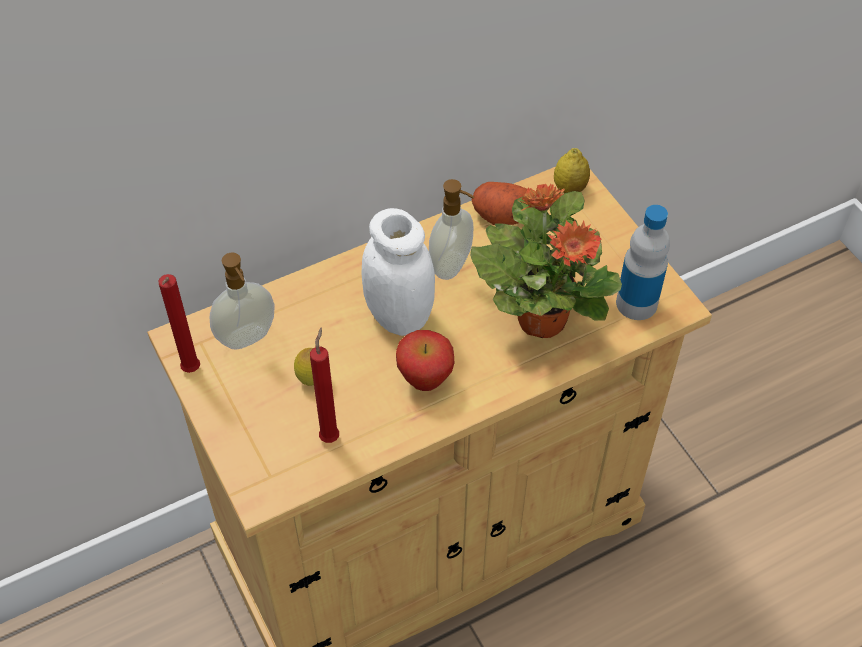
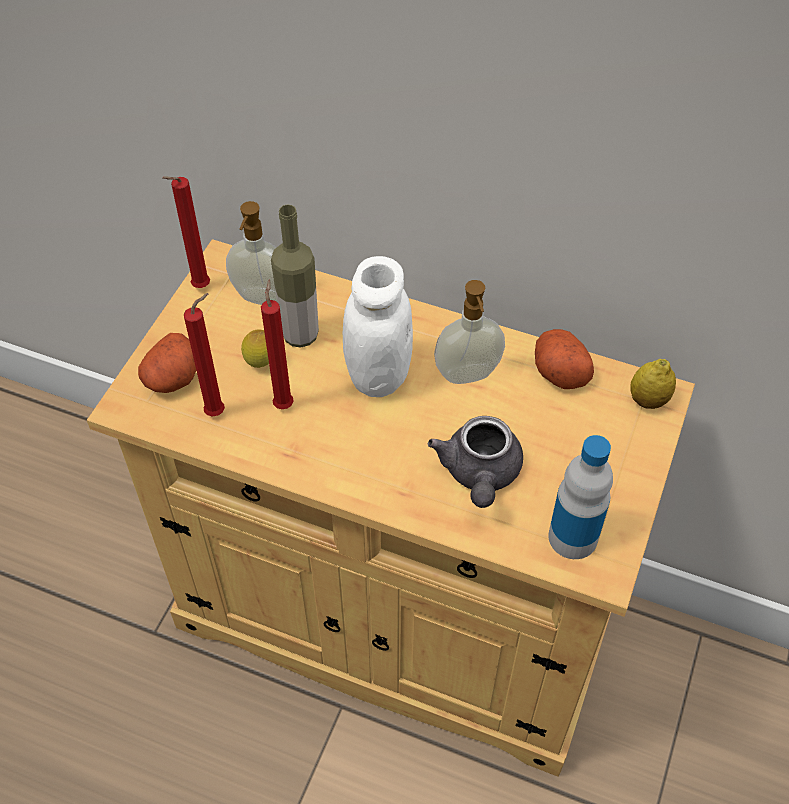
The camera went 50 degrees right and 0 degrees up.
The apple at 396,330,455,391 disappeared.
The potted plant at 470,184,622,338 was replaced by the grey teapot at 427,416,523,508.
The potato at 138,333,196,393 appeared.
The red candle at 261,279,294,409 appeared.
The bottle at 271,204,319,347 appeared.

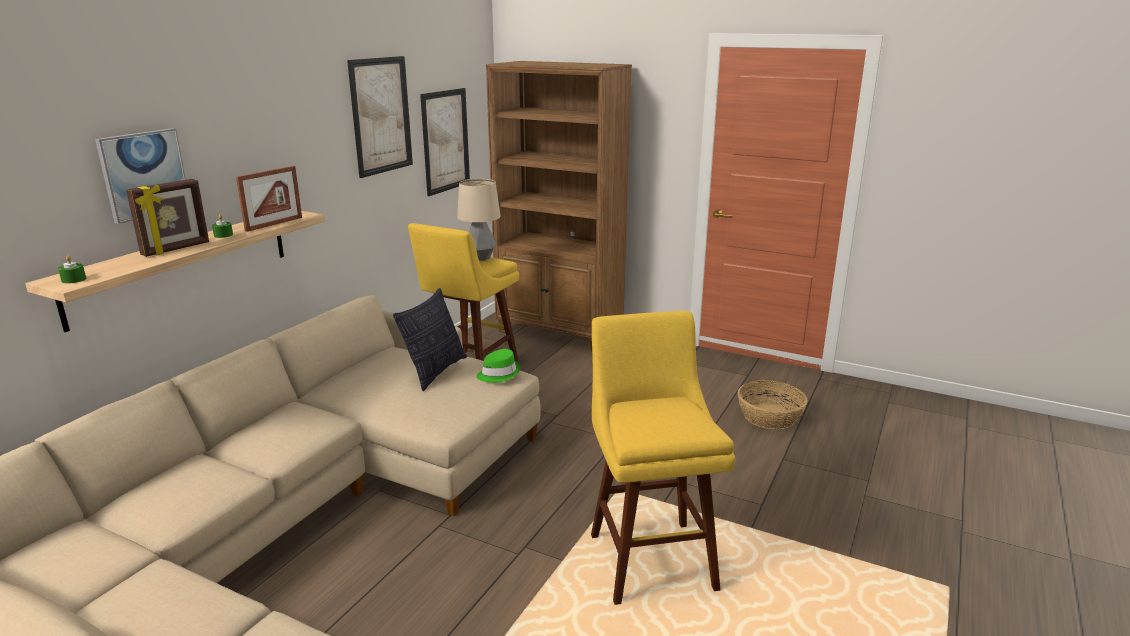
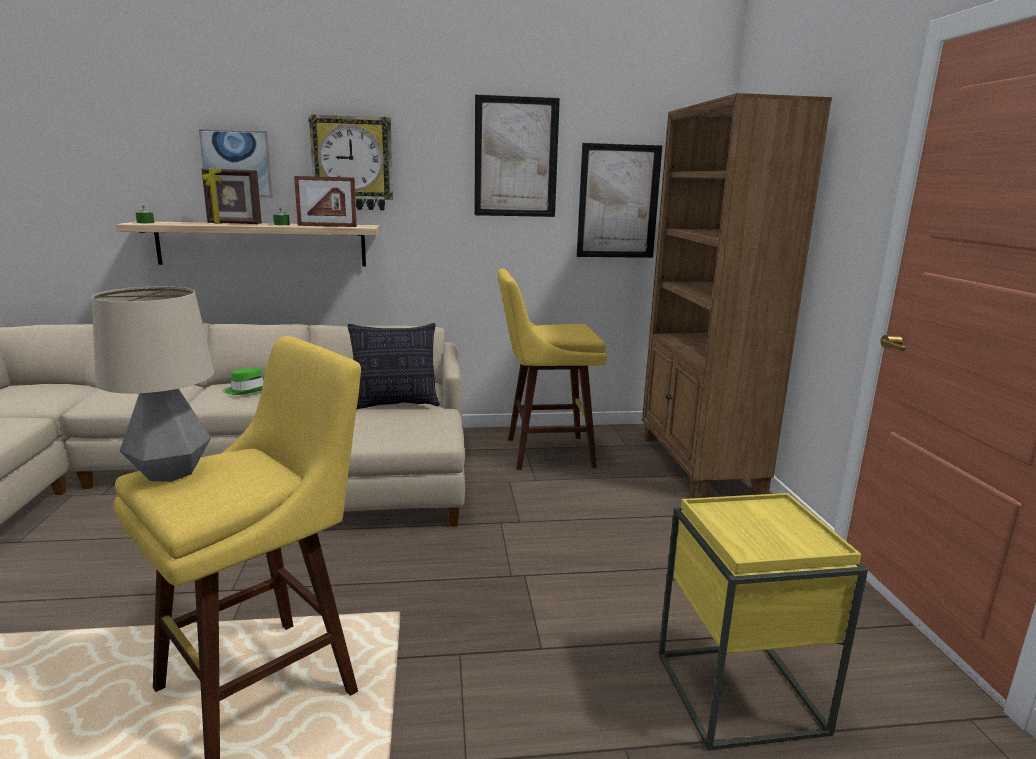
The camera went 55 degrees right and 5 degrees down.
The table lamp moved from 457,179,501,261 to 92,286,214,482.
The green hat moved from 476,349,520,383 to 225,368,264,395.
The basket at 737,380,808,430 was replaced by the yellow side table at 658,493,868,751.
The wall clock at 308,114,393,210 appeared.

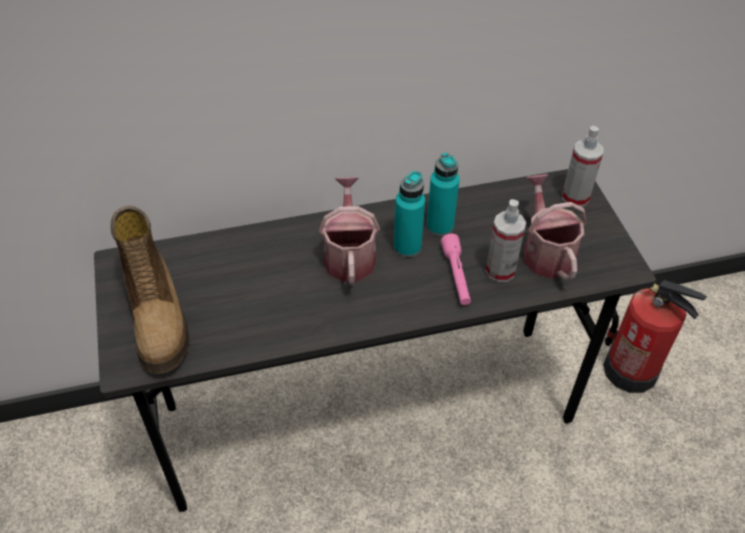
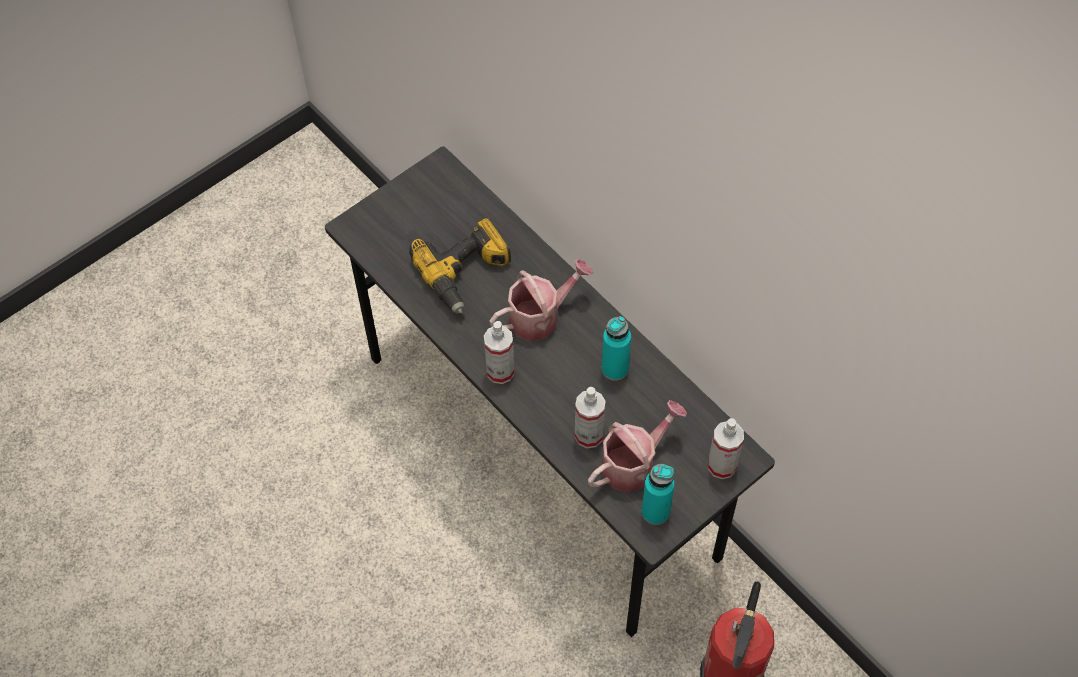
The camera went 65 degrees right and 10 degrees up.
The boot at 111,206,189,374 disappeared.
The turquoise bottle moved from 394,171,425,257 to 641,464,675,525.
The pink flashlight at 441,234,471,305 disappeared.
The power drill at 409,217,511,314 appeared.
The spray bottle at 484,321,515,384 appeared.

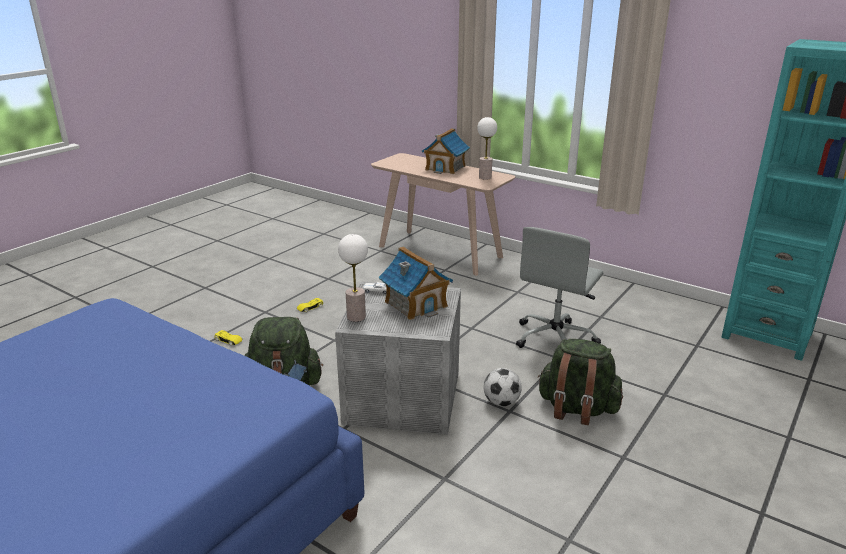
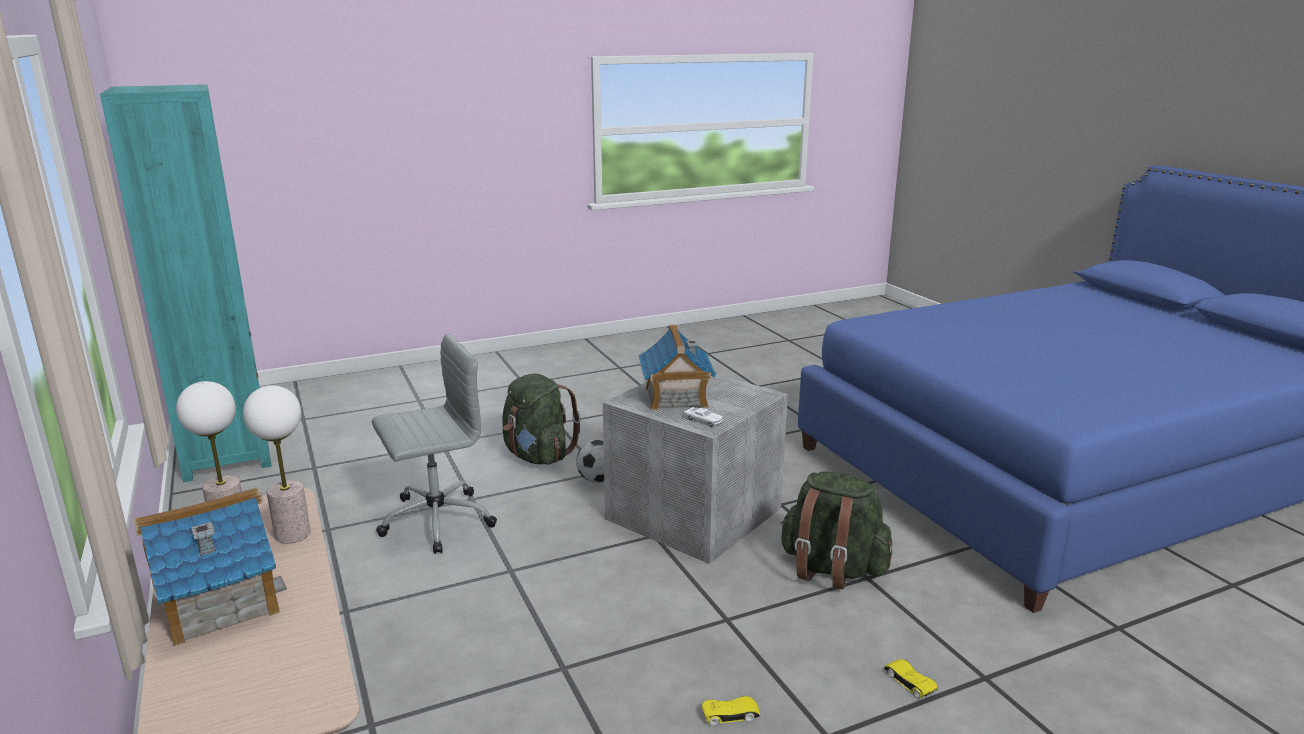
The camera went 150 degrees left and 5 degrees down.
The table lamp moved from 338,234,368,322 to 243,385,311,544.

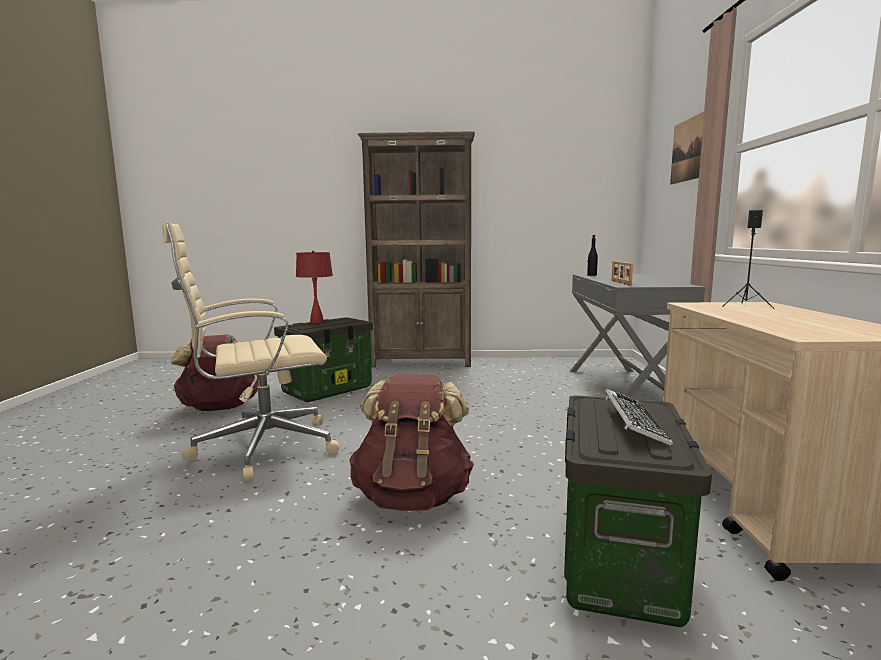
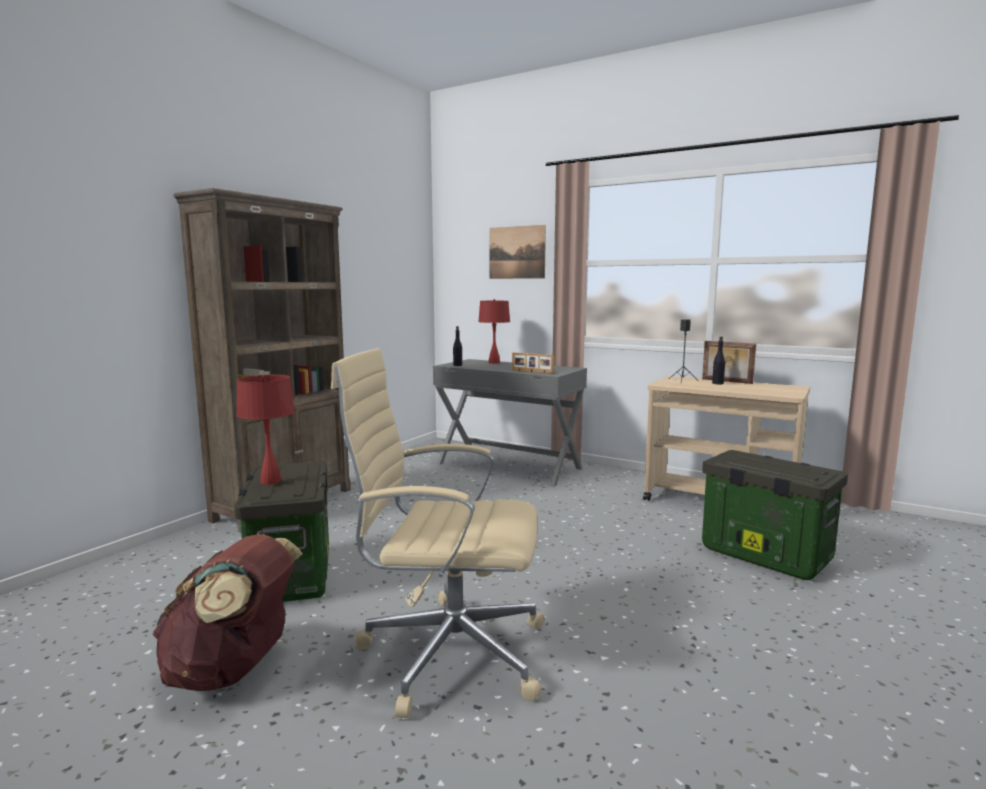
The camera went 60 degrees left and 0 degrees up.
The beige office chair at 162,222,340,482 turned 90 degrees clockwise.
The brown backpack at 349,374,474,511 disappeared.
The keyboard at 605,389,673,446 disappeared.
The red table lamp at 478,299,510,364 appeared.
The picture frame at 702,341,756,384 appeared.
The black bottle at 712,337,725,384 appeared.

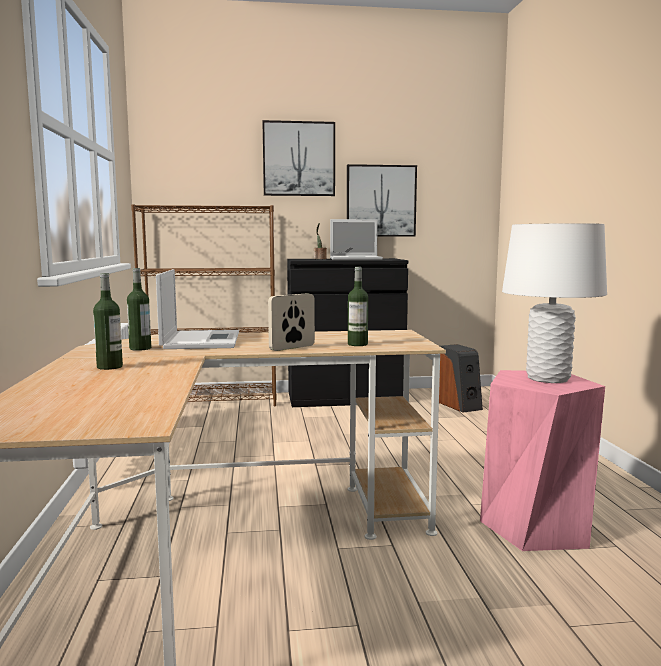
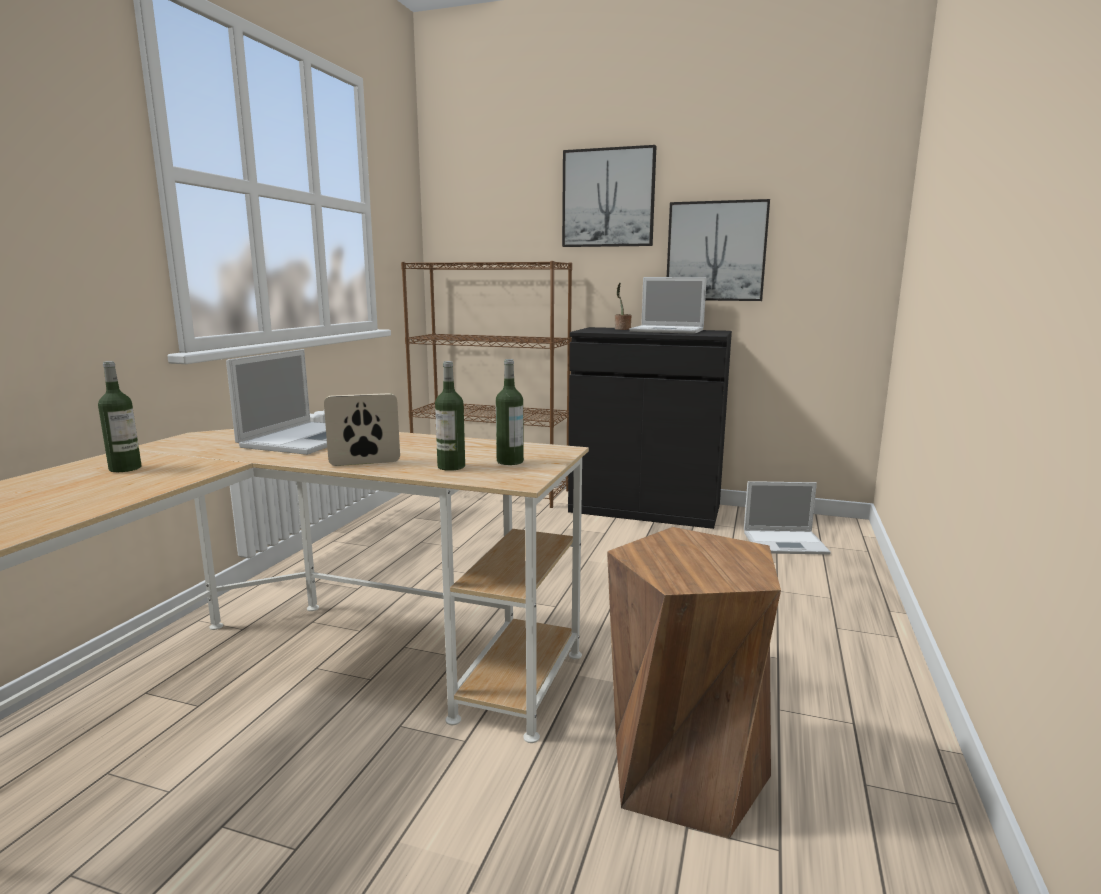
The camera went 25 degrees right and 5 degrees up.
The bottle moved from 127,268,151,351 to 496,359,524,465.
The speaker at 439,344,483,413 was replaced by the laptop at 744,481,831,555.
The pink stool at 480,370,605,551 became the brown stool at 607,527,781,839.
The white table lamp at 502,223,607,383 disappeared.

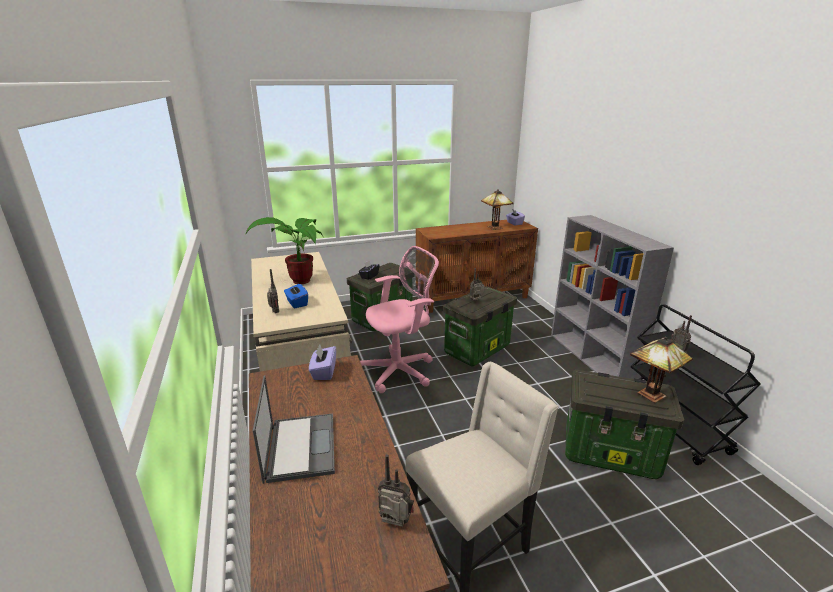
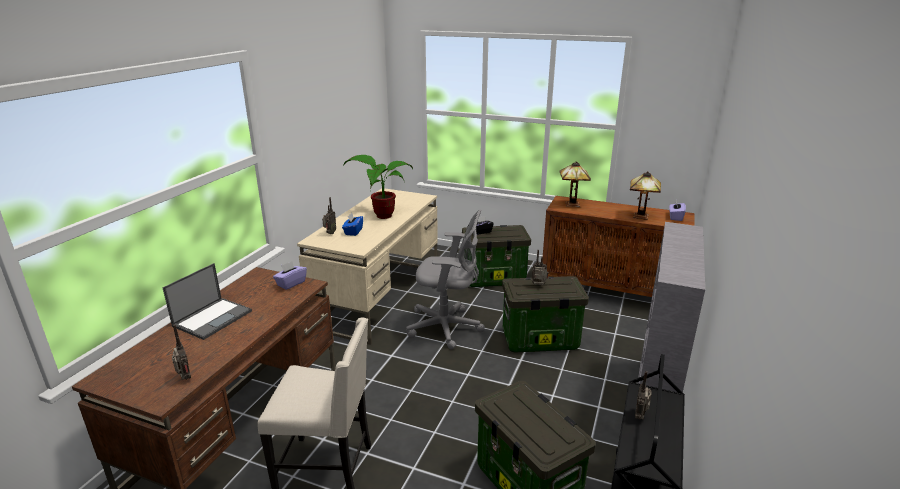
The camera went 40 degrees right and 0 degrees up.
The pink office chair at 360,246,439,393 became the grey office chair at 406,210,485,350.
The table lamp moved from 630,337,693,403 to 559,161,591,207.

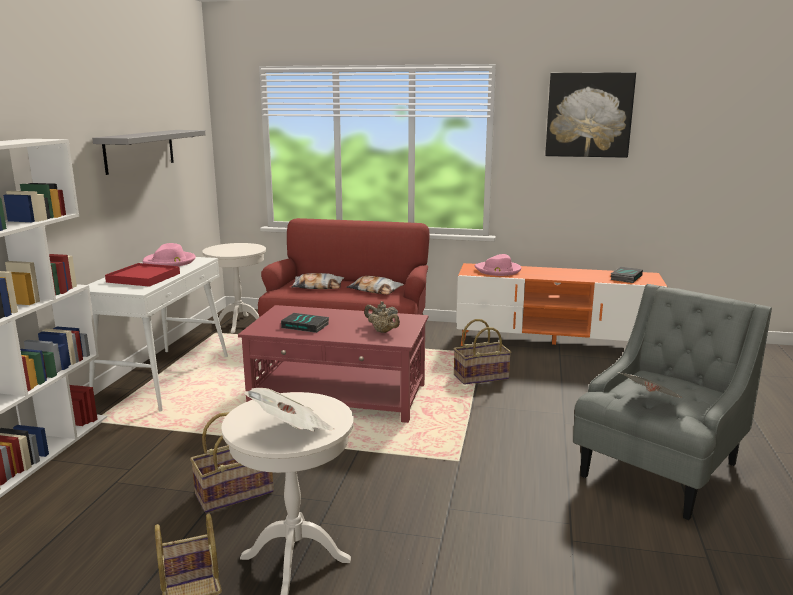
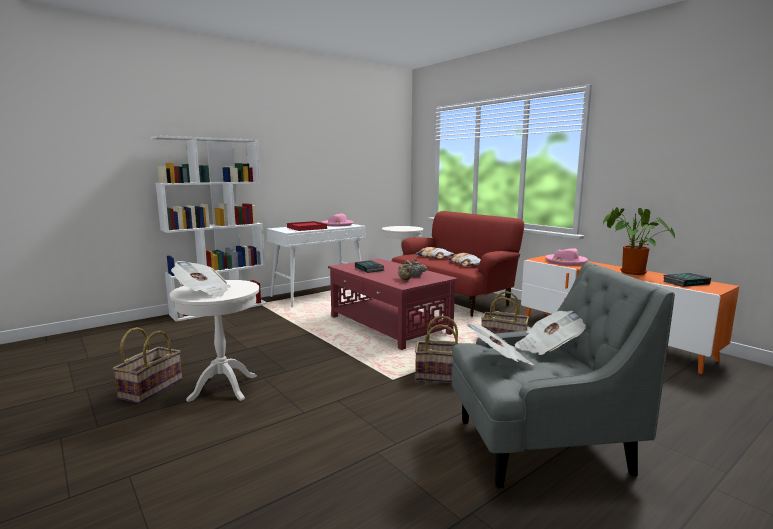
The camera went 40 degrees right and 5 degrees down.
The grey shelf at 92,130,205,175 disappeared.
The basket moved from 190,412,274,513 to 415,315,463,383.
The picture at 545,72,636,158 disappeared.
The newspaper at 515,311,586,355 appeared.
The potted plant at 603,207,675,275 appeared.

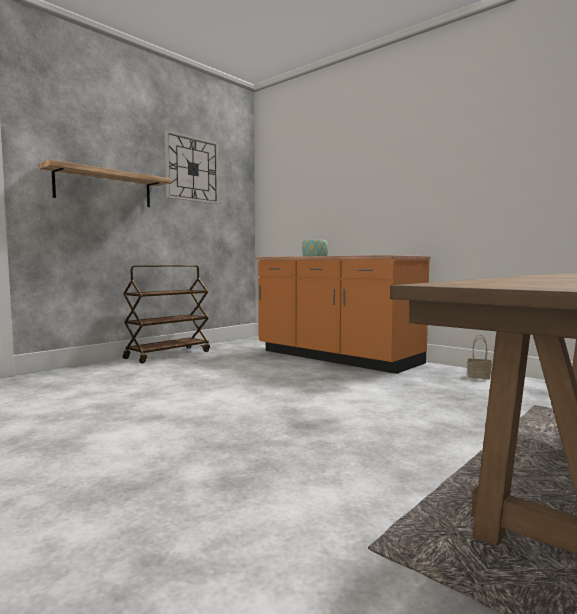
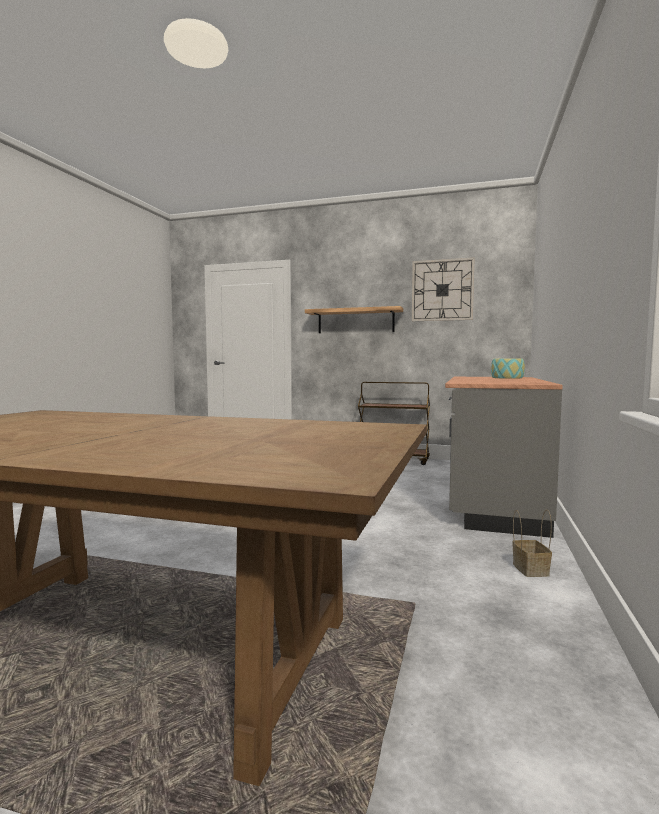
The camera went 65 degrees right and 0 degrees up.
The orange counter at 255,255,431,374 became the grey counter at 445,377,563,538.

